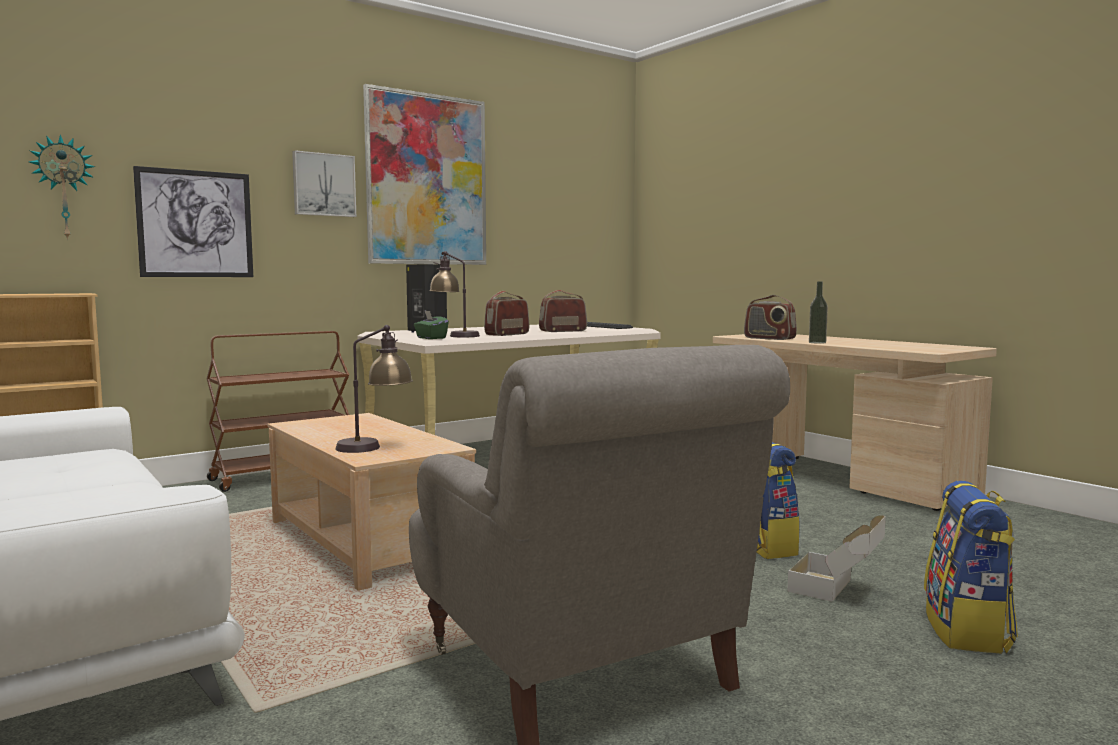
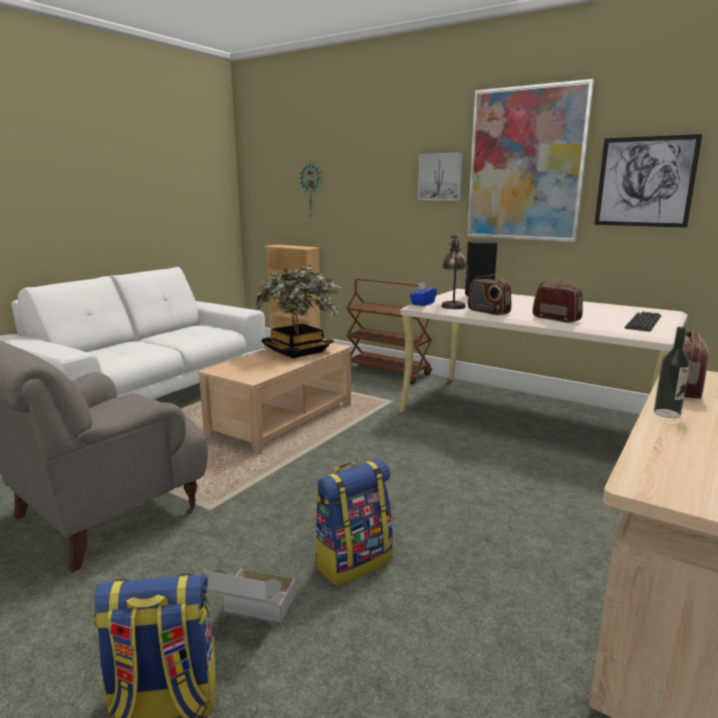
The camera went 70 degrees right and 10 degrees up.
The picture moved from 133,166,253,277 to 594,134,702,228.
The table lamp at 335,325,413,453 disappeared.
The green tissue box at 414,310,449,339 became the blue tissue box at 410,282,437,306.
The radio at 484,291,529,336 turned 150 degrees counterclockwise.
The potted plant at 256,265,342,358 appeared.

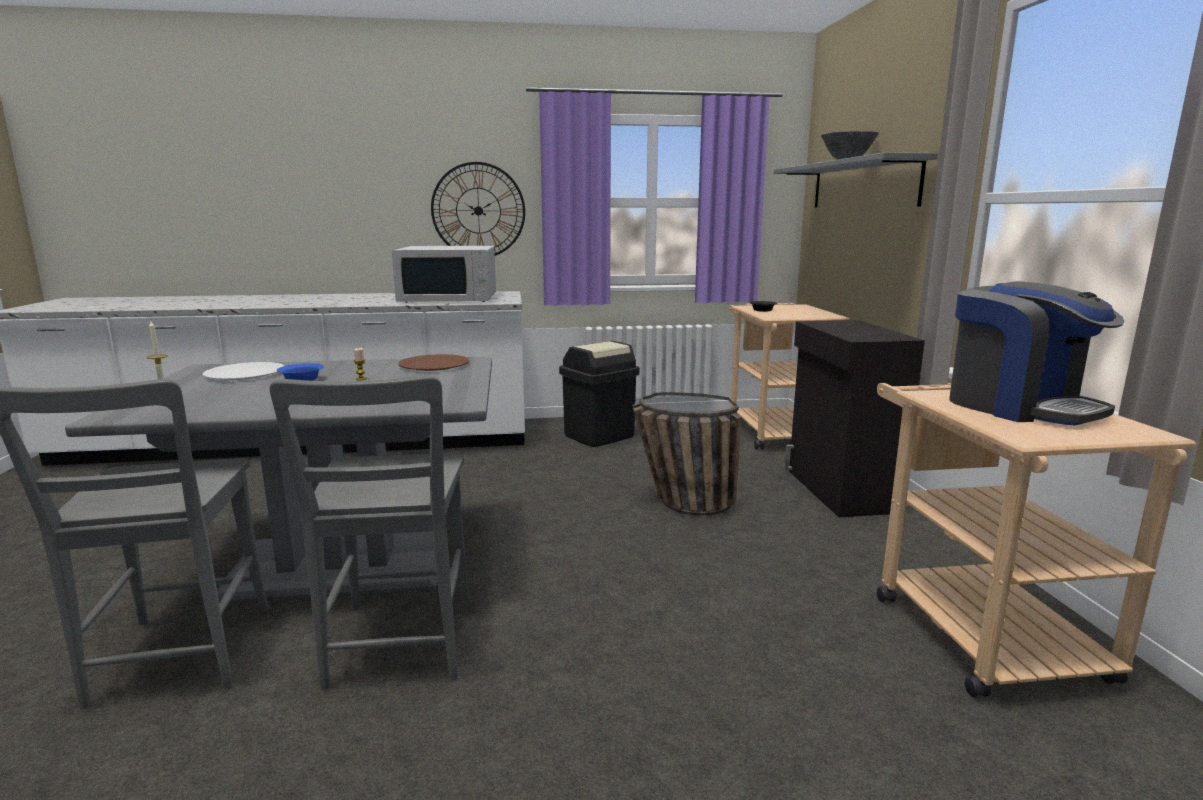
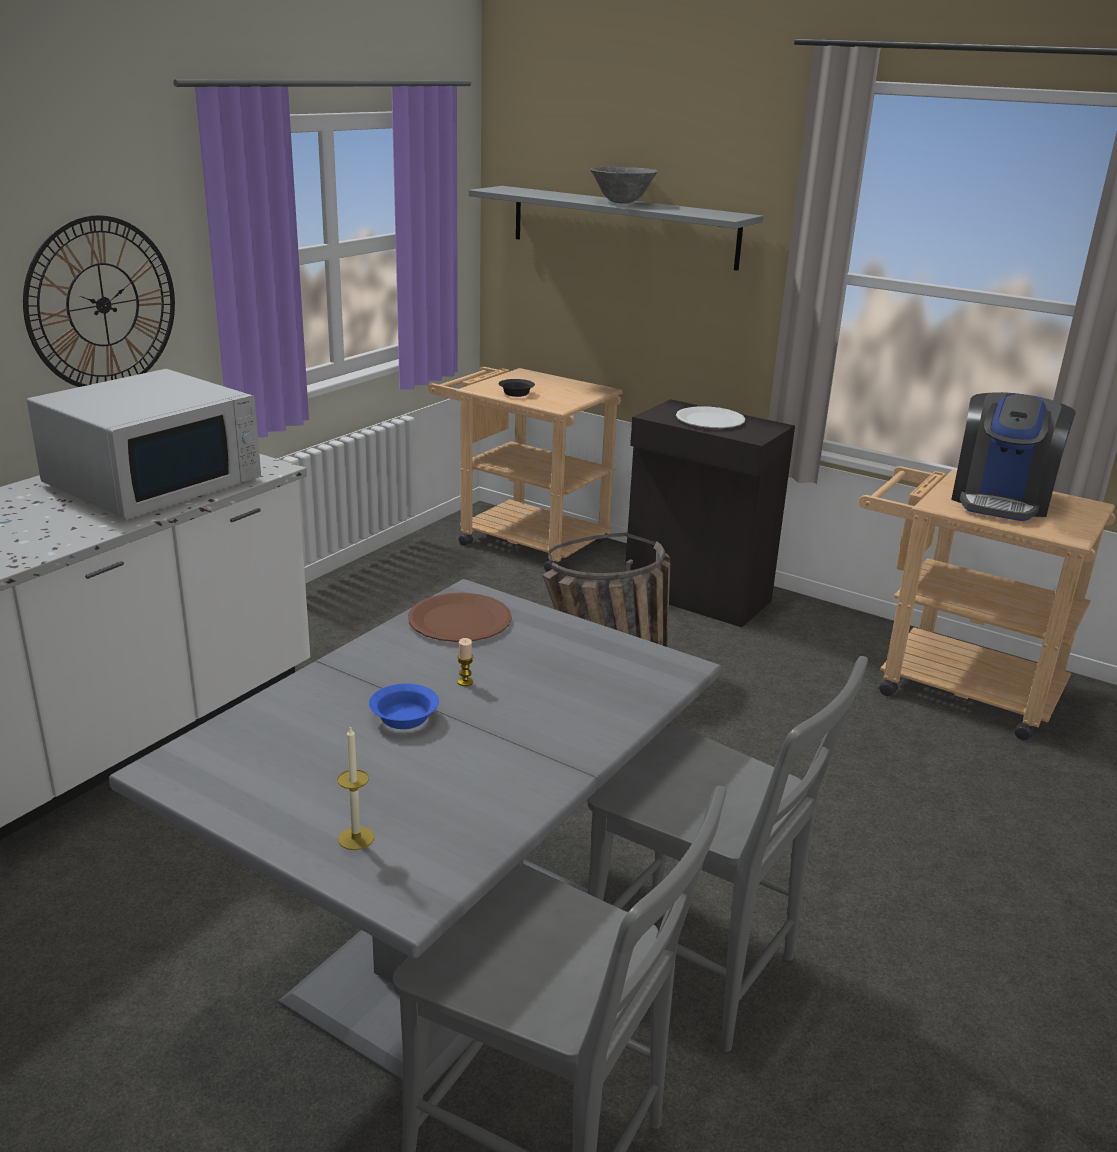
The camera went 50 degrees left and 10 degrees up.
The white plate moved from 203,362,284,380 to 676,406,745,428.
The black trash can at 559,341,639,447 disappeared.
The coffee machine at 949,281,1124,426 turned 105 degrees clockwise.

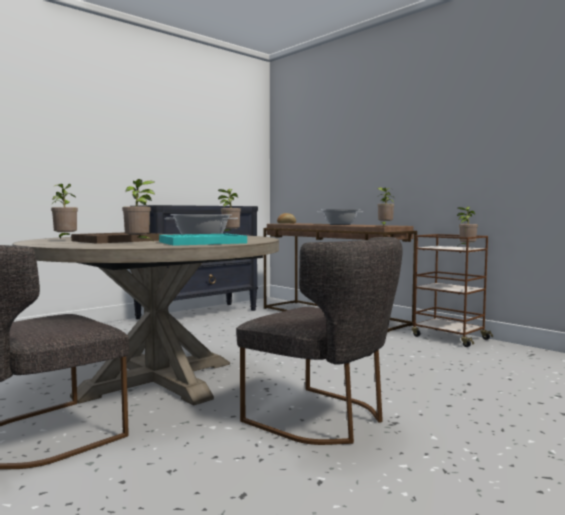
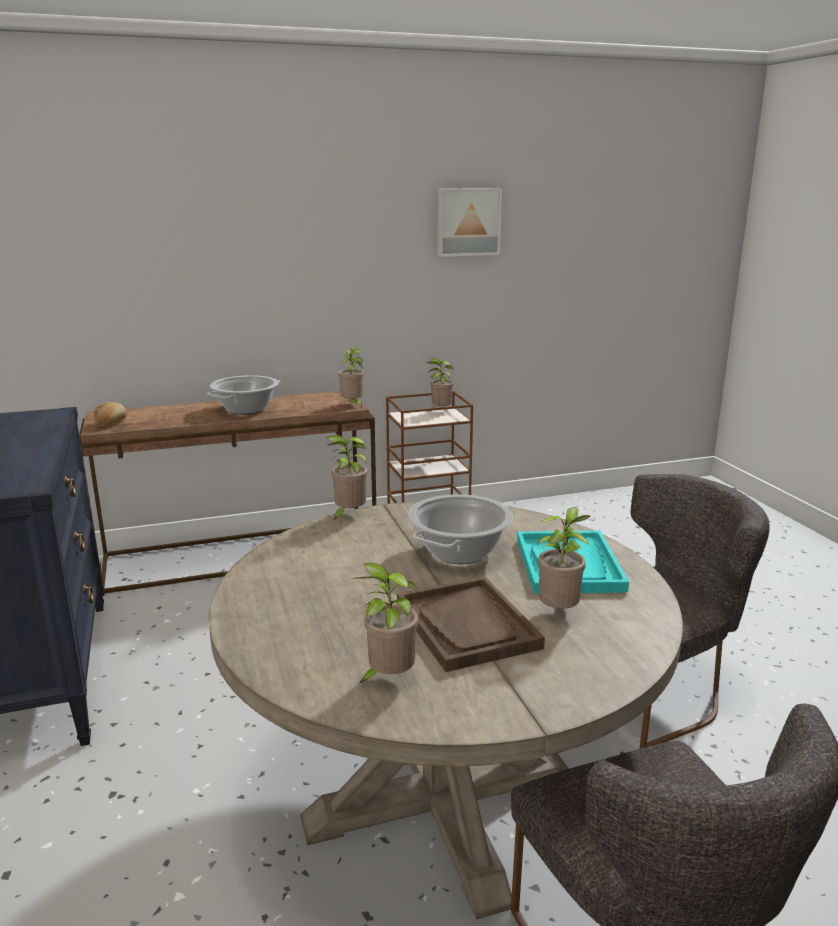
The camera went 65 degrees left and 15 degrees up.
The picture at 437,188,502,257 appeared.

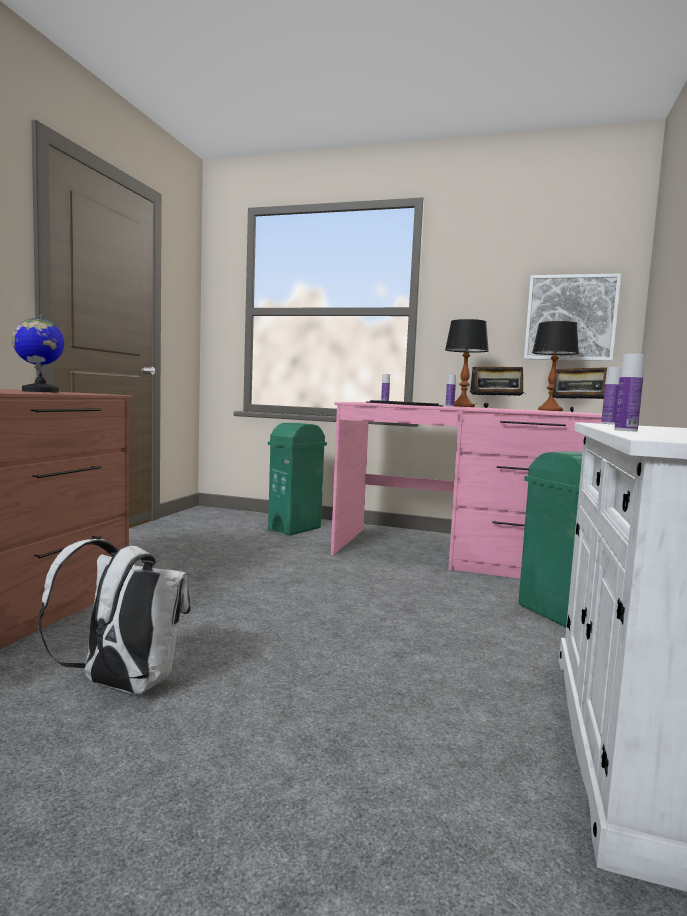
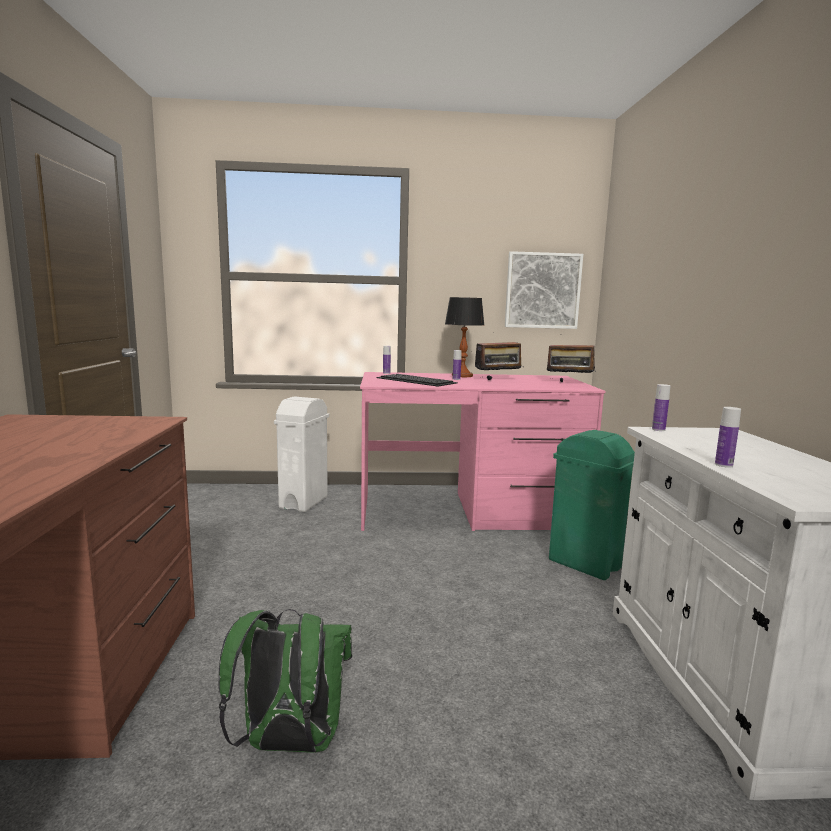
The camera went 20 degrees left and 5 degrees up.
The globe at 12,314,64,393 disappeared.
The white backpack at 39,539,191,694 became the green backpack at 218,609,352,753.
The green trash can at 268,423,327,536 became the white trash can at 274,397,329,512.
The table lamp at 532,321,579,411 disappeared.

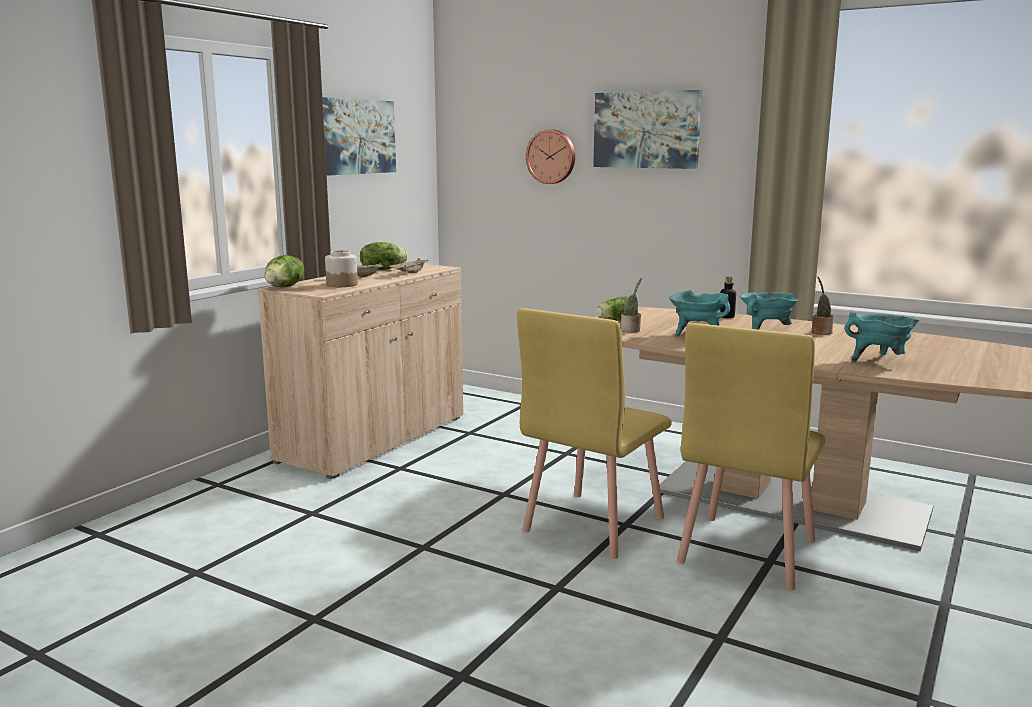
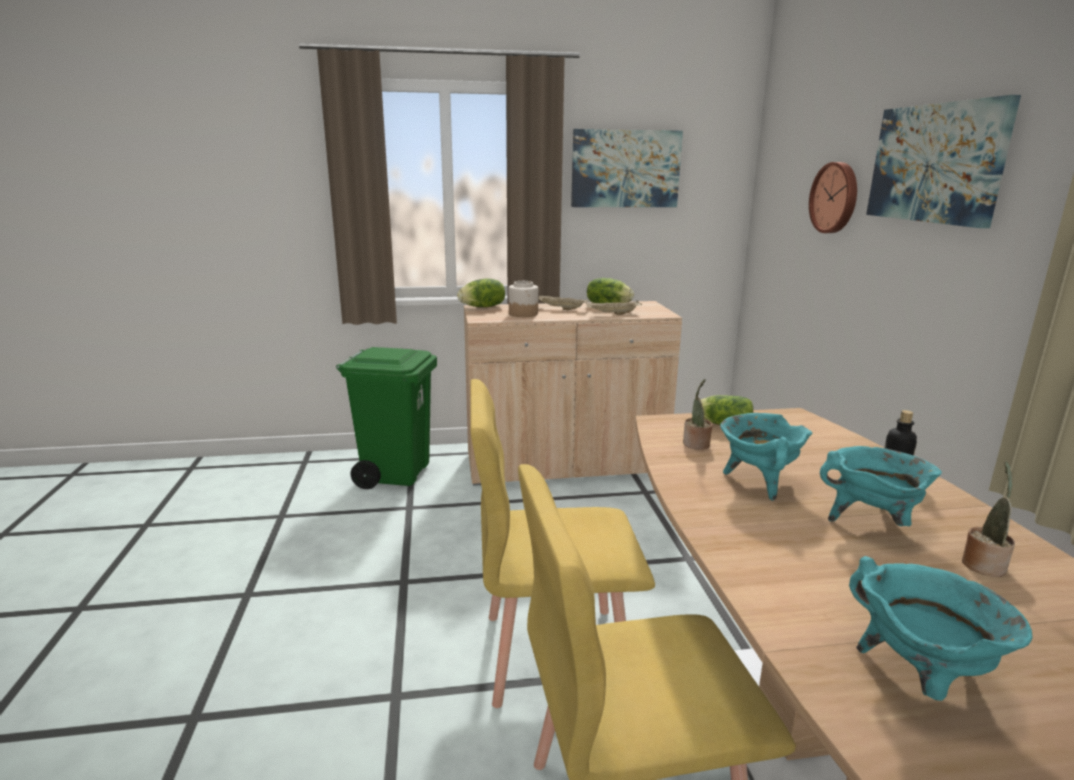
The camera went 50 degrees right and 5 degrees up.
The green trash can at 336,347,437,489 appeared.

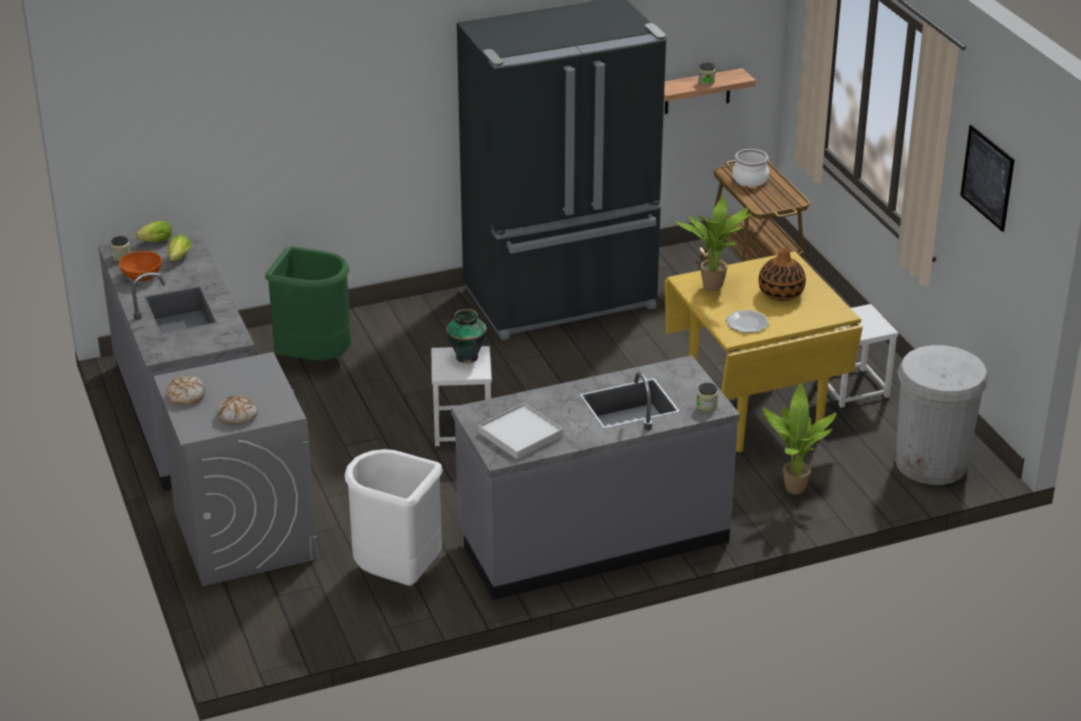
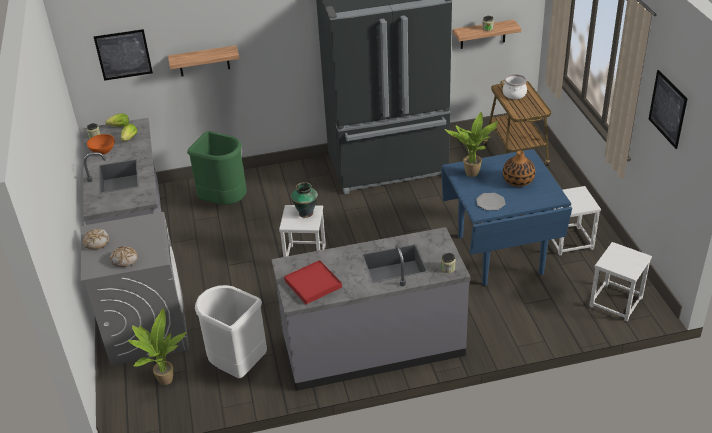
The camera went 10 degrees right and 5 degrees up.
The white tray at 478,403,563,460 became the red tray at 284,260,342,304.
The yellow dining table at 665,251,863,452 became the blue dining table at 441,149,572,286.
The potted plant moved from 763,383,837,495 to 128,309,187,385.
The white trash can at 895,345,989,485 was replaced by the white stool at 589,242,652,322.
The picture at 94,29,153,81 appeared.
The shelf at 168,45,239,76 appeared.

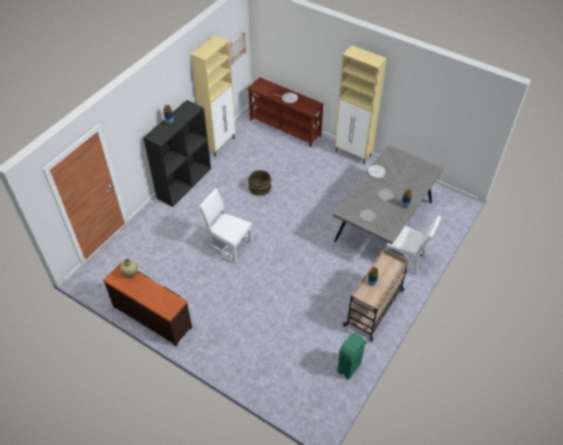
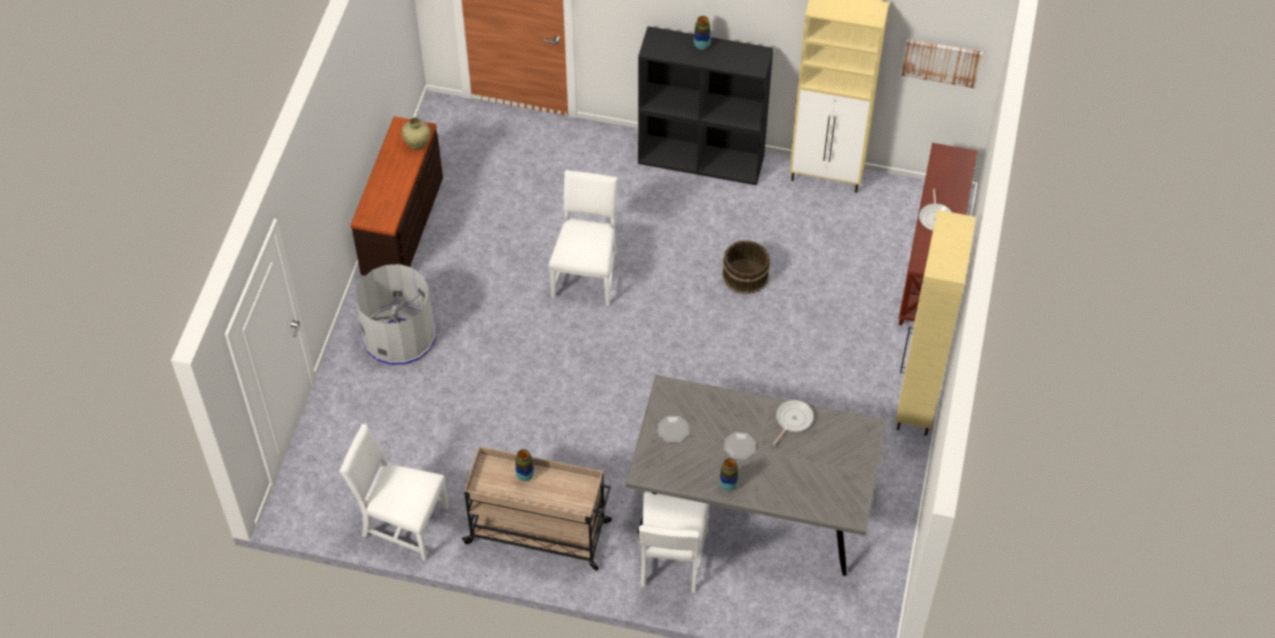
The camera went 70 degrees right and 5 degrees up.
The green trash can at 337,333,366,380 was replaced by the white chair at 339,424,449,560.
The grey trash can at 356,264,436,365 appeared.

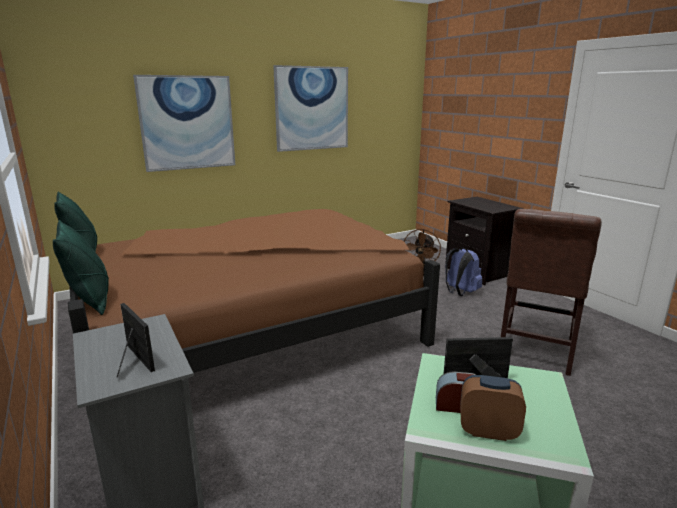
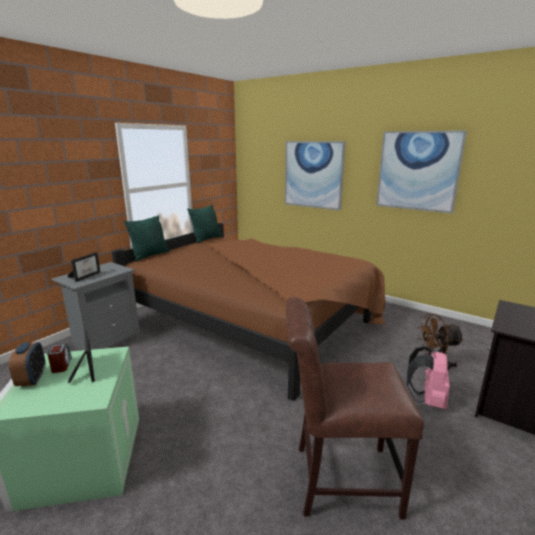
The camera went 65 degrees right and 0 degrees up.
The blue backpack at 446,247,482,296 became the pink backpack at 406,346,450,409.

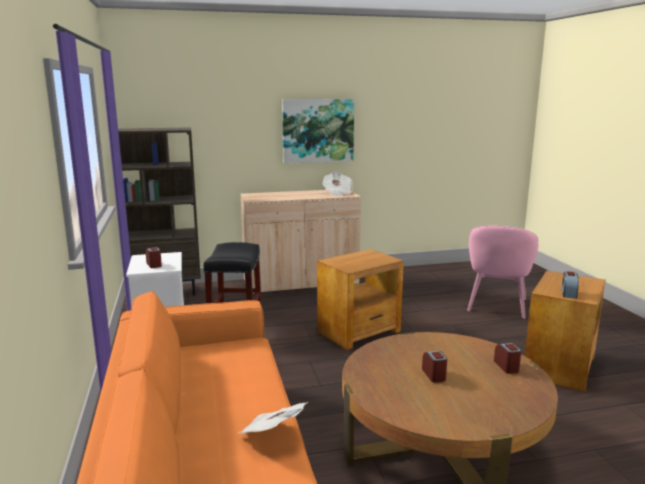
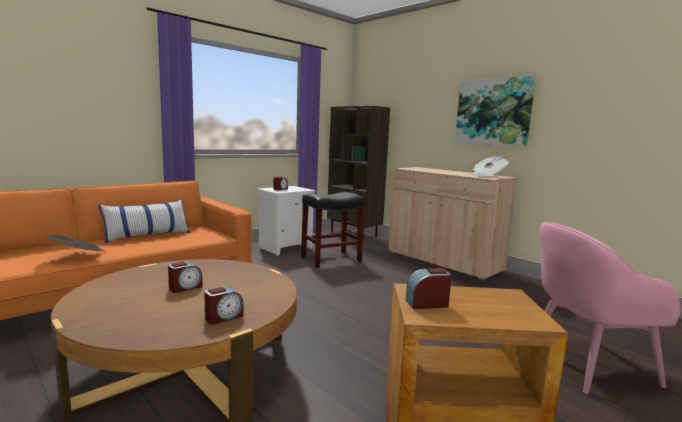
The camera went 60 degrees right and 5 degrees down.
The brown side table at 317,249,404,350 disappeared.
The pillow at 98,199,190,244 appeared.

